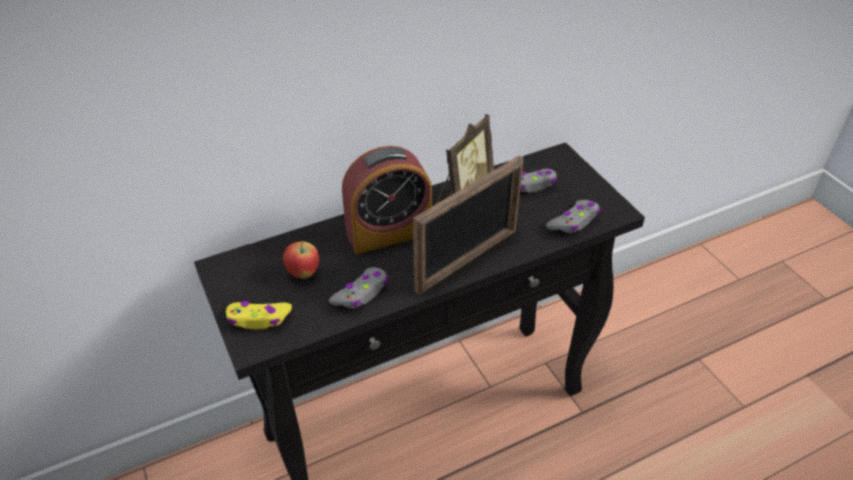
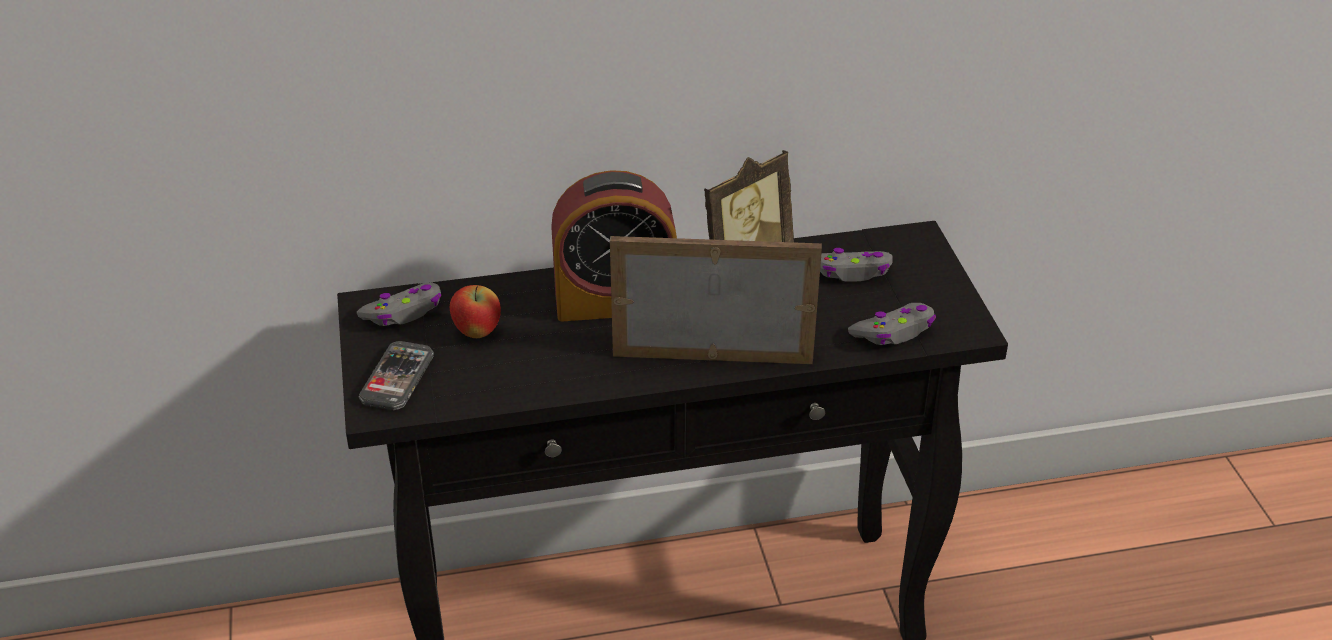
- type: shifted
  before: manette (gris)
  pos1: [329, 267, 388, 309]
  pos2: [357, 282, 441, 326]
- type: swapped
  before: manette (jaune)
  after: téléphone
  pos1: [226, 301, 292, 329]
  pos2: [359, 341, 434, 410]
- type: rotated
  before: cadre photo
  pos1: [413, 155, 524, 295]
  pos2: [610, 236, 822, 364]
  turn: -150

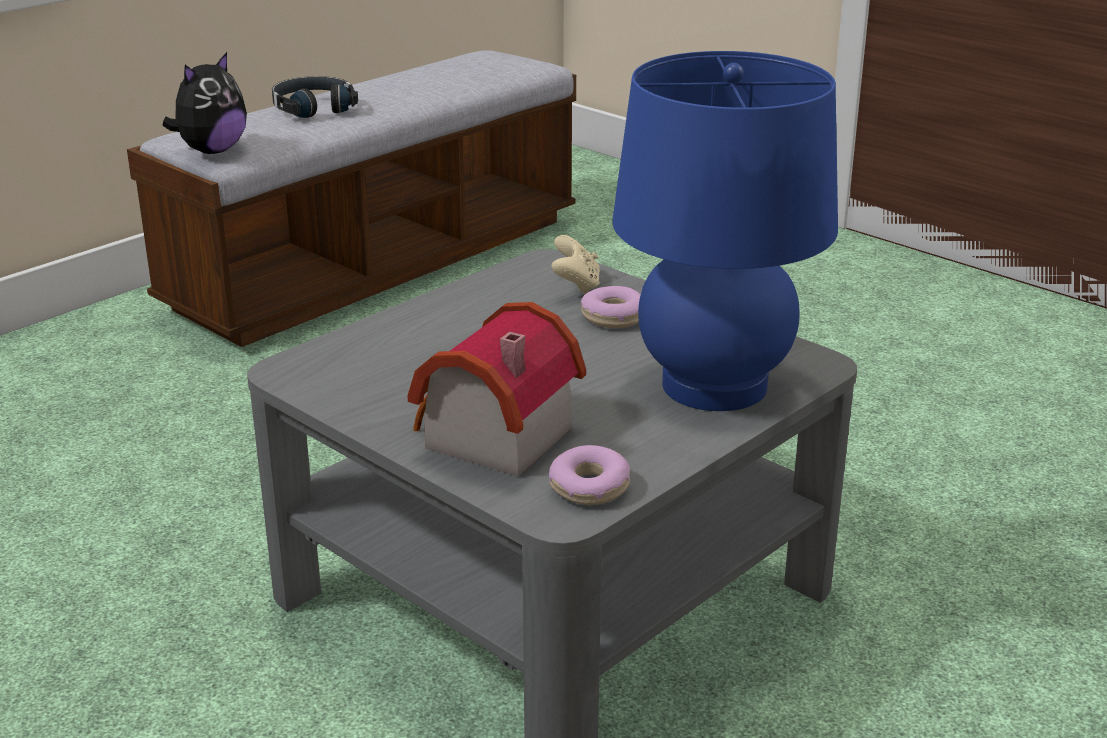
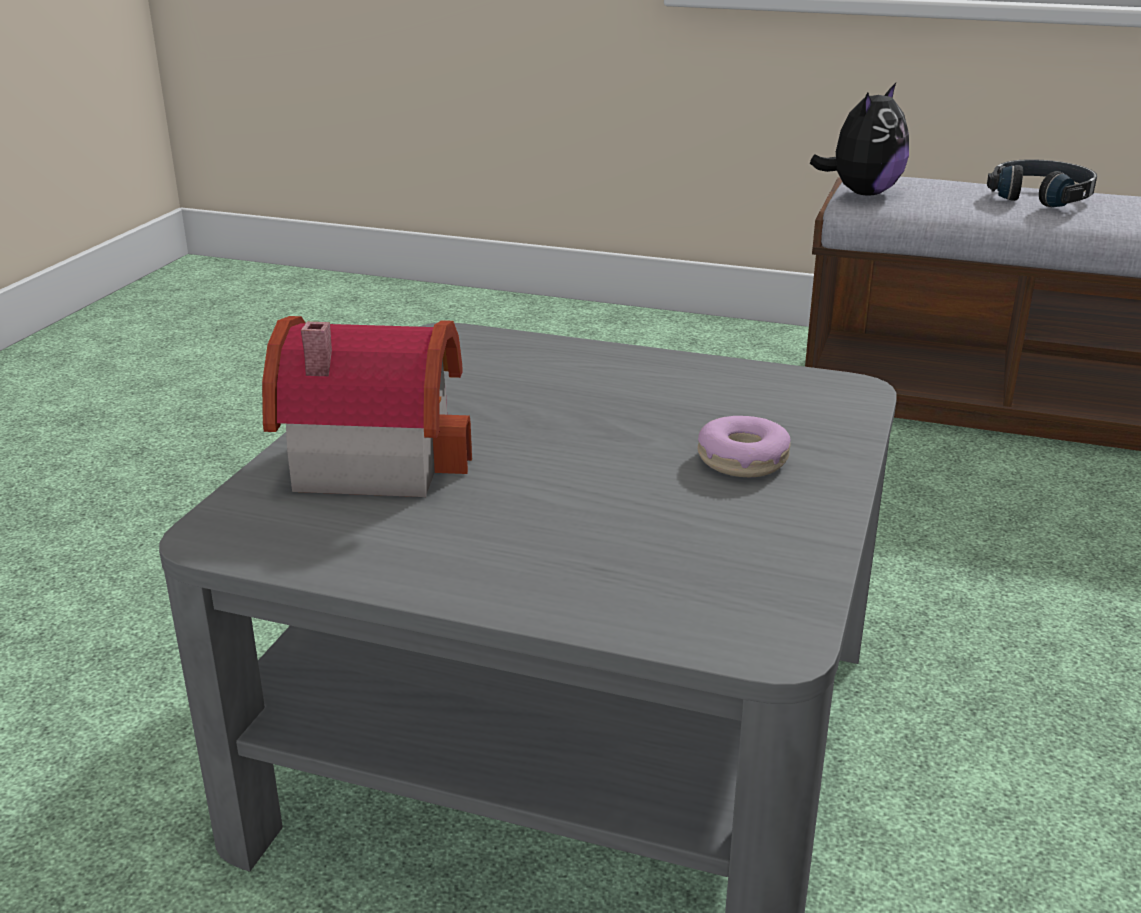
- type: rotated
  before: peluche
  pos1: [162, 52, 247, 154]
  pos2: [810, 83, 909, 195]
  turn: -60
- type: gone
  before: beignet
  pos1: [549, 445, 630, 505]
- type: gone
  before: manette (beige)
  pos1: [551, 235, 600, 294]
- type: gone
  before: lampe de table (bleu)
  pos1: [612, 51, 838, 411]

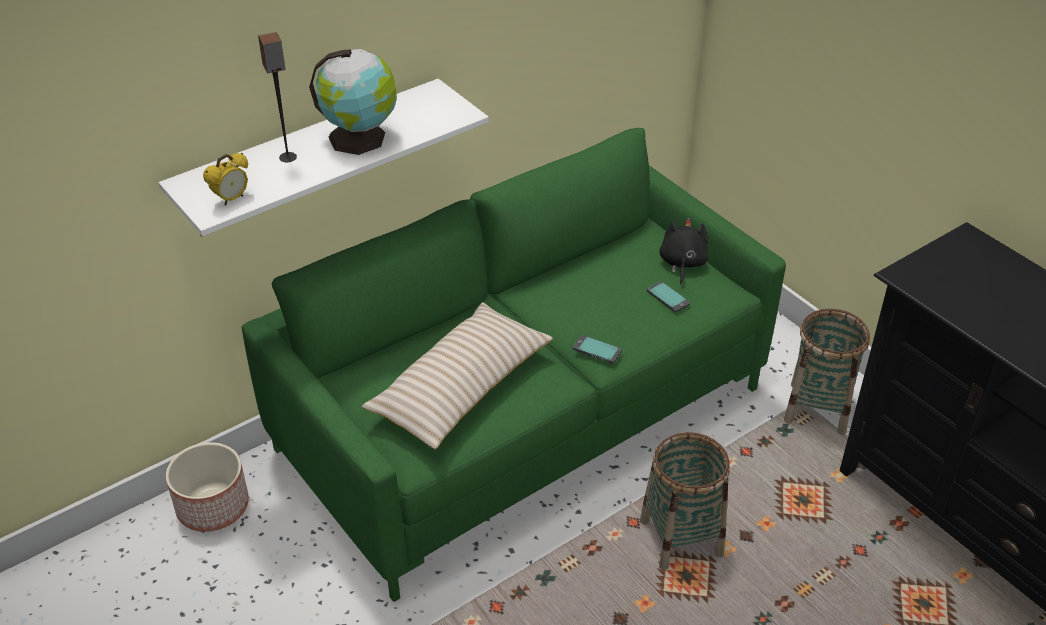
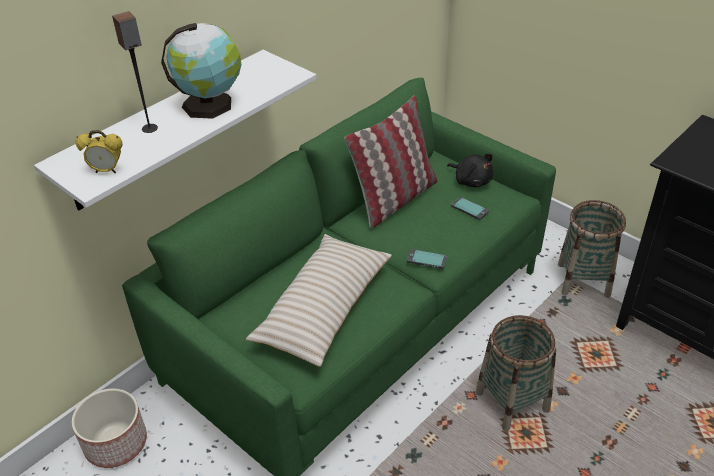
- type: rotated
  before: réveil
  pos1: [203, 153, 248, 206]
  pos2: [76, 130, 123, 173]
  turn: 60
- type: new
  after: coussin
  pos2: [344, 95, 437, 229]
- type: rotated
  before: peluche (noir)
  pos1: [659, 218, 708, 285]
  pos2: [447, 154, 493, 188]
  turn: 135

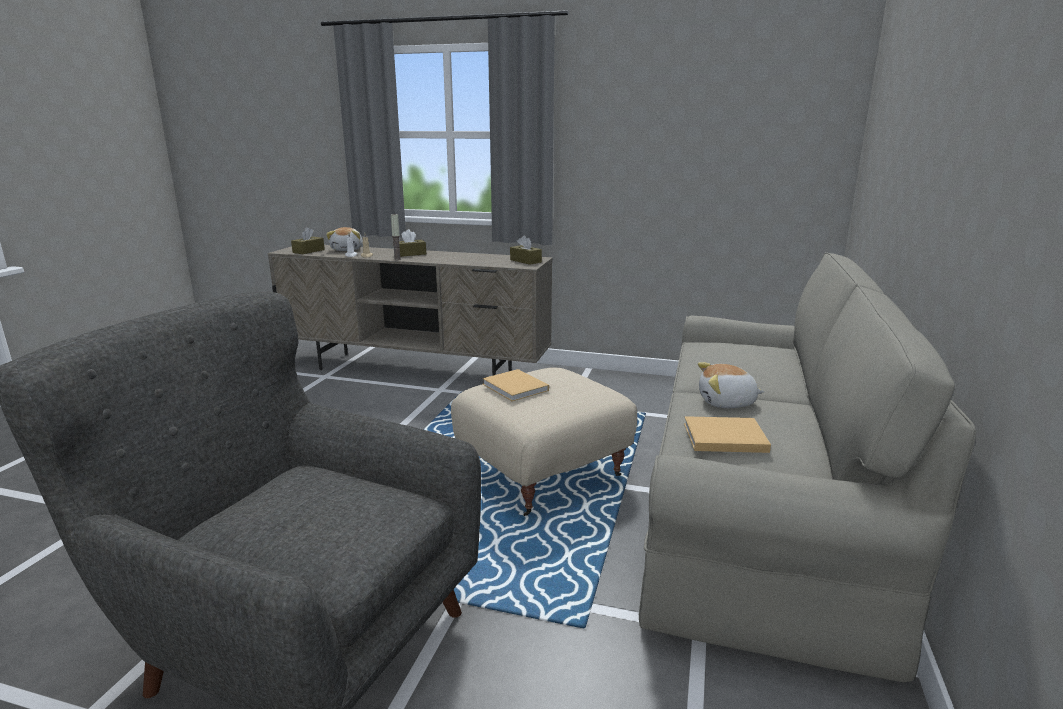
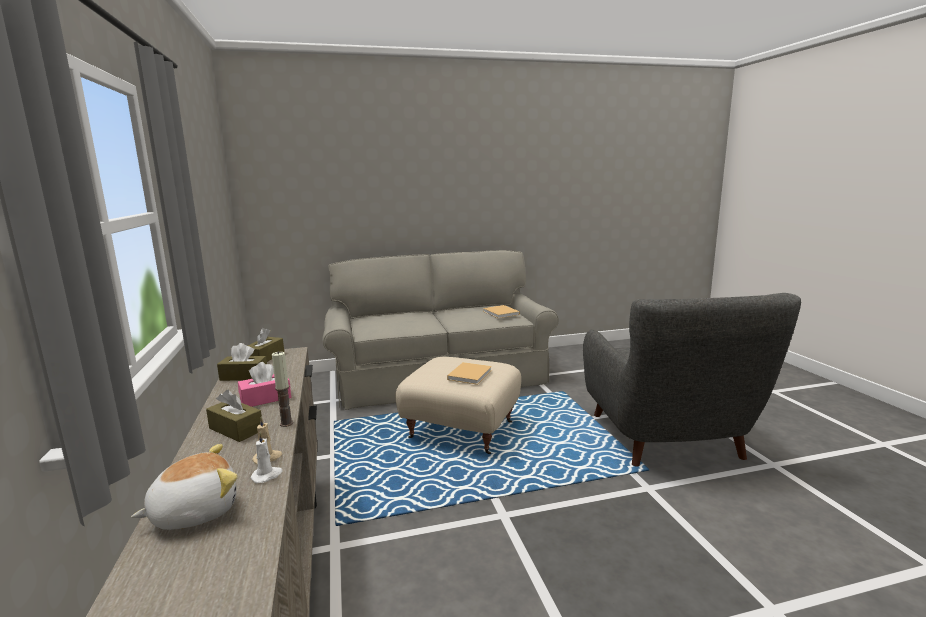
- type: shifted
  before: boîte à mouchoirs (marron)
  pos1: [291, 227, 325, 254]
  pos2: [217, 343, 267, 381]
- type: new
  after: boîte à mouchoirs (rose)
  pos2: [238, 362, 291, 407]
- type: gone
  before: peluche
  pos1: [698, 362, 765, 408]

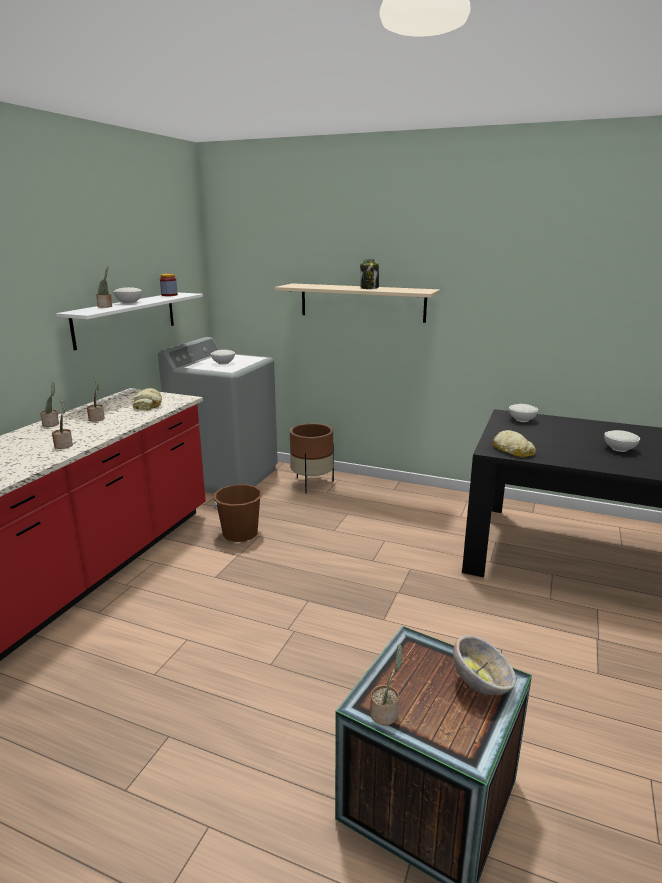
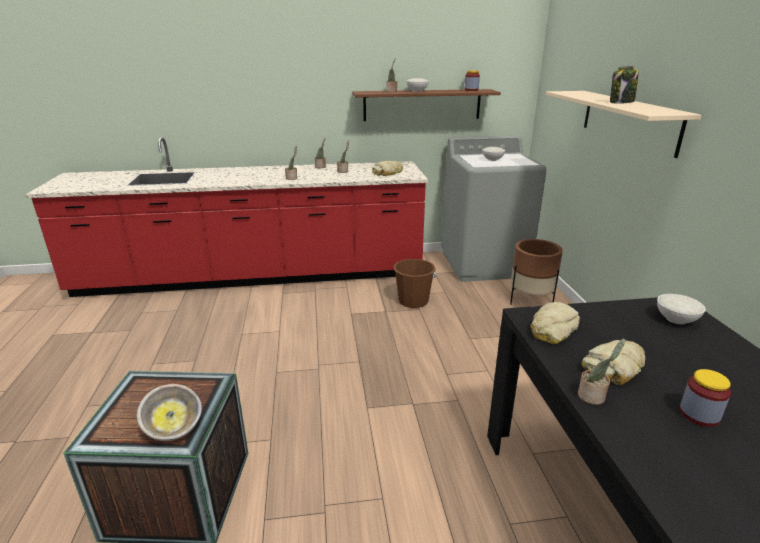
- type: repainted
  before: étagère (blanc)
  after: étagère (marron)
  pos1: [56, 293, 203, 350]
  pos2: [352, 89, 501, 121]
- type: shifted
  before: plante en pot
  pos1: [370, 644, 403, 726]
  pos2: [578, 339, 625, 405]
- type: new
  after: pain
  pos2: [582, 340, 646, 385]
- type: swapped
  before: bol (blanc)
  after: bocal
  pos1: [604, 430, 640, 452]
  pos2: [679, 369, 731, 427]

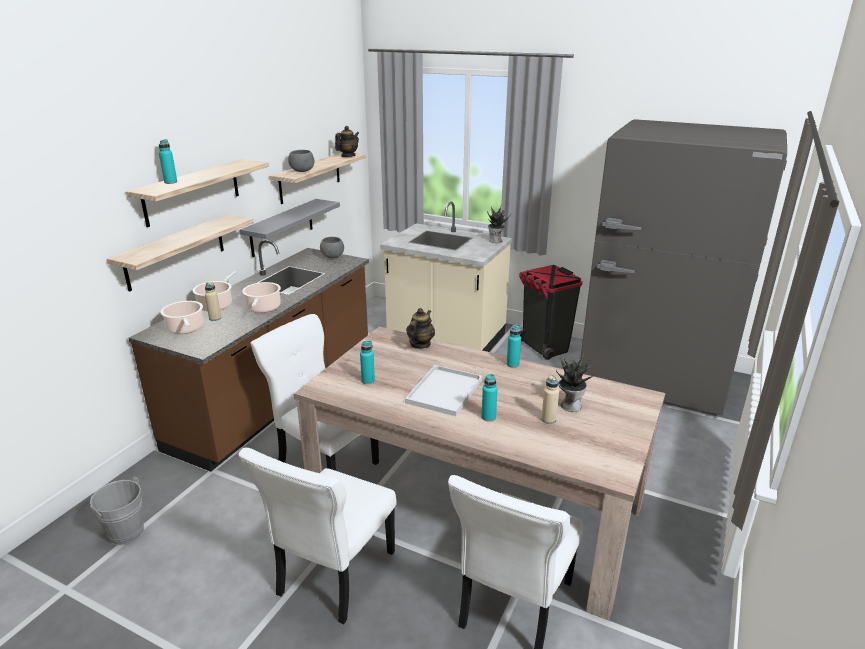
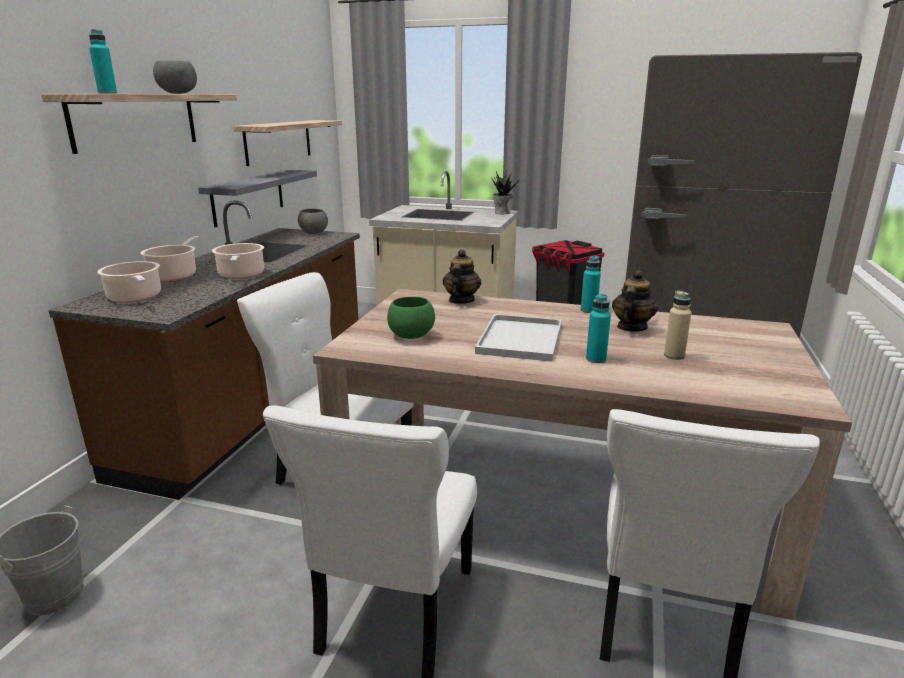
- type: shifted
  before: bol (gris)
  pos1: [288, 150, 315, 172]
  pos2: [153, 60, 197, 94]
- type: swapped
  before: bouteille (turquoise)
  after: bol (vert)
  pos1: [360, 340, 375, 384]
  pos2: [387, 297, 435, 339]
- type: shifted
  before: théière
  pos1: [335, 126, 359, 157]
  pos2: [612, 270, 658, 331]
- type: gone
  before: étagère
  pos1: [107, 214, 254, 292]
- type: gone
  before: bouteille (beige)
  pos1: [205, 282, 221, 321]
- type: gone
  before: plante en pot
  pos1: [556, 353, 597, 412]

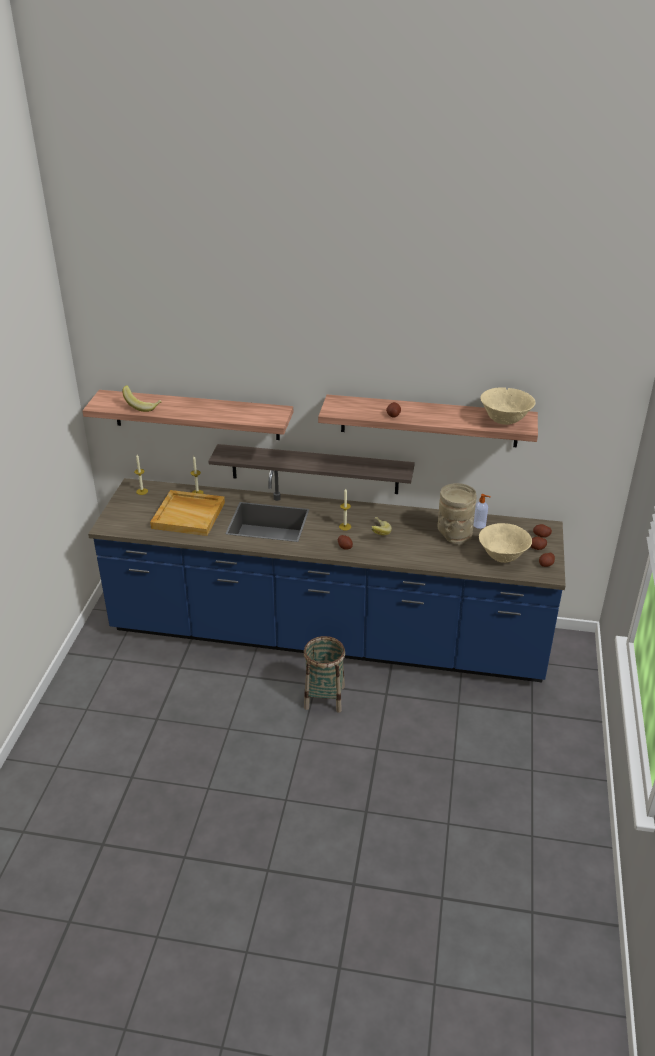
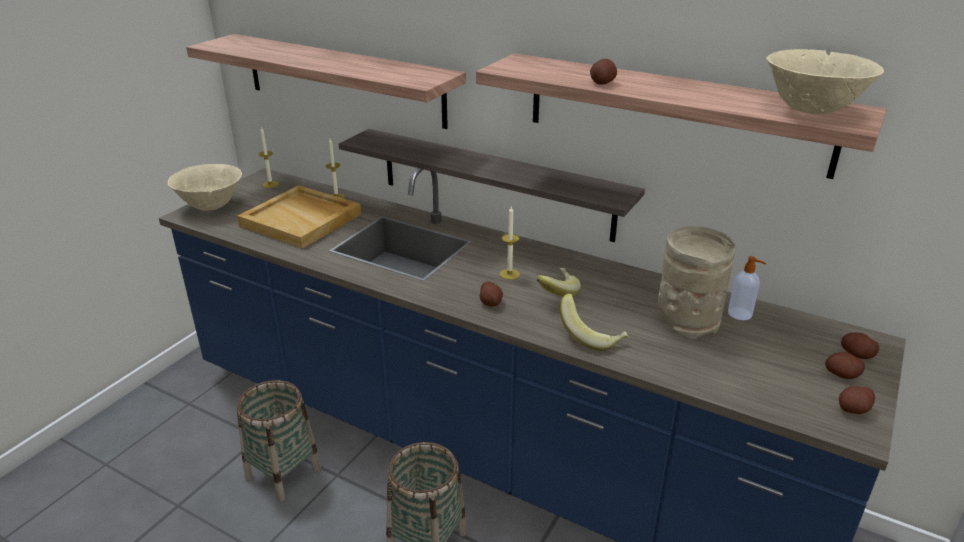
- type: shifted
  before: bol (beige)
  pos1: [479, 523, 532, 563]
  pos2: [168, 164, 242, 211]
- type: new
  after: panier
  pos2: [237, 380, 321, 502]
- type: shifted
  before: banane
  pos1: [122, 385, 162, 412]
  pos2: [559, 294, 628, 351]

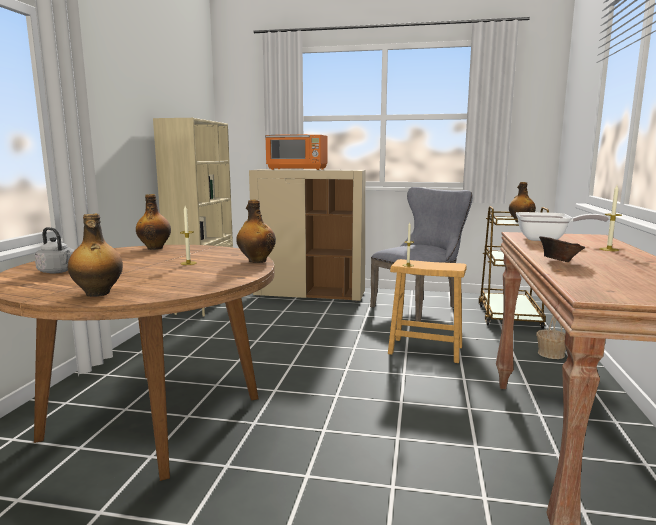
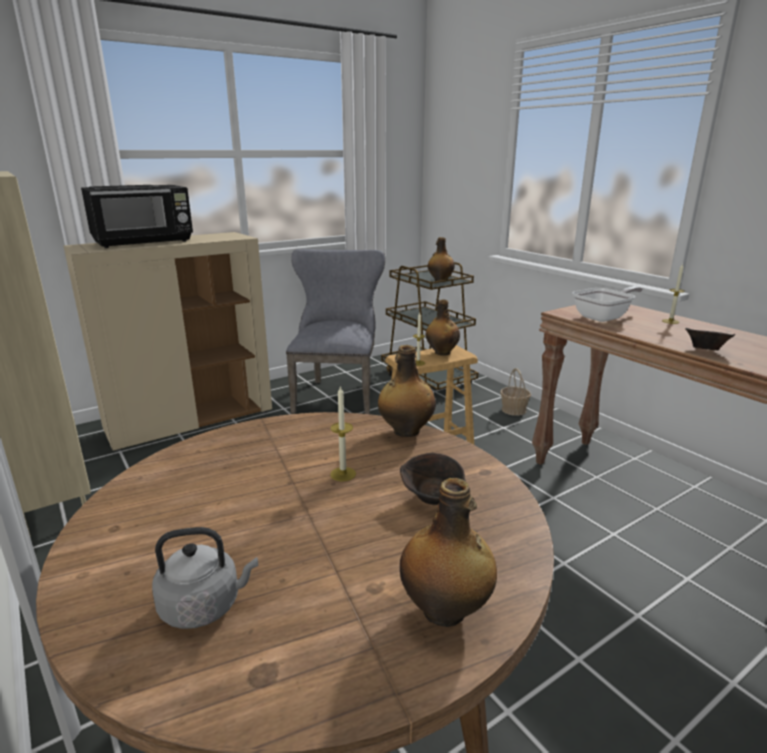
- type: repainted
  before: micro-ondes (orange)
  after: micro-ondes (noir)
  pos1: [265, 134, 328, 170]
  pos2: [81, 185, 193, 248]
- type: new
  after: bol (marron)
  pos2: [400, 453, 466, 505]
- type: shifted
  before: bouteille
  pos1: [136, 194, 171, 250]
  pos2: [426, 299, 460, 356]

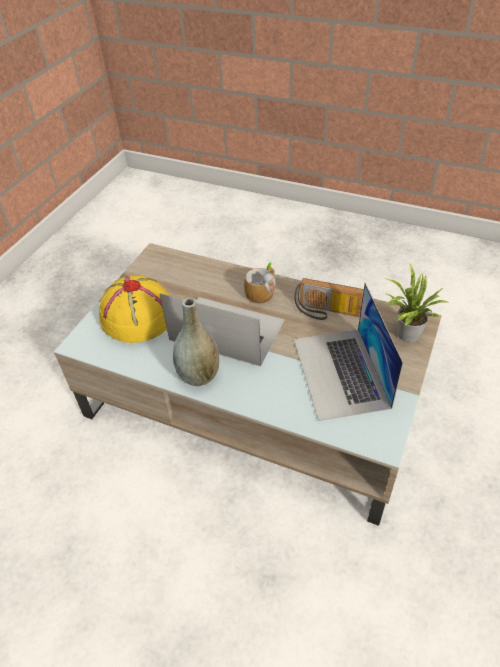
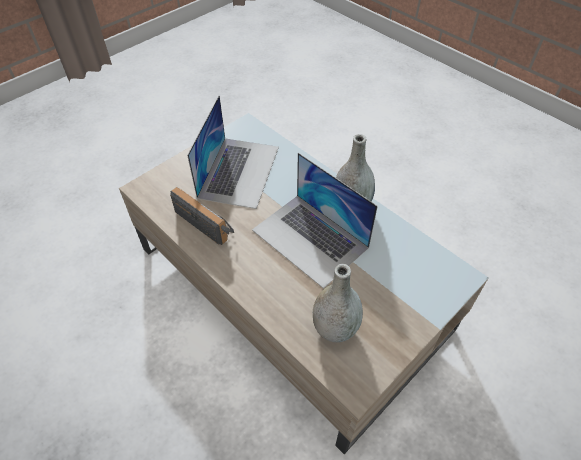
- type: new
  after: vase (gris)
  pos2: [313, 264, 363, 342]
- type: gone
  before: chapeau (jaune)
  pos1: [99, 275, 169, 343]
- type: gone
  before: mug
  pos1: [244, 262, 276, 304]
- type: gone
  before: plante en pot
  pos1: [385, 264, 448, 342]

